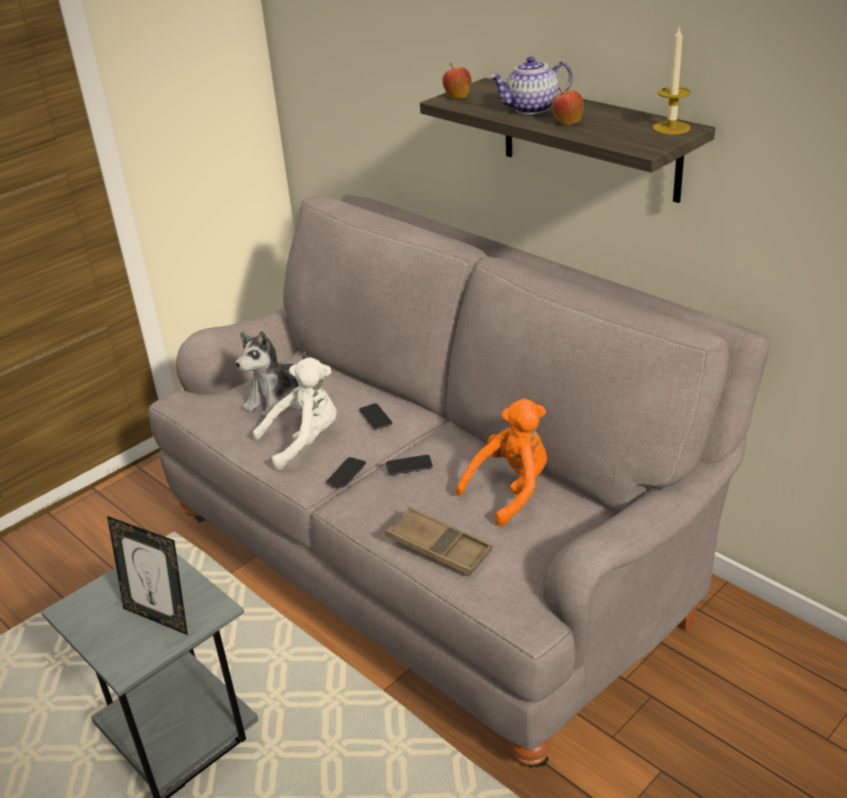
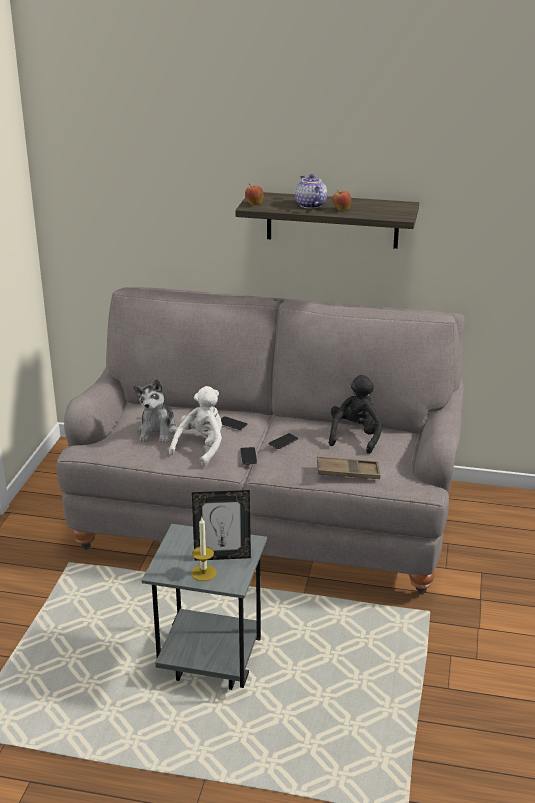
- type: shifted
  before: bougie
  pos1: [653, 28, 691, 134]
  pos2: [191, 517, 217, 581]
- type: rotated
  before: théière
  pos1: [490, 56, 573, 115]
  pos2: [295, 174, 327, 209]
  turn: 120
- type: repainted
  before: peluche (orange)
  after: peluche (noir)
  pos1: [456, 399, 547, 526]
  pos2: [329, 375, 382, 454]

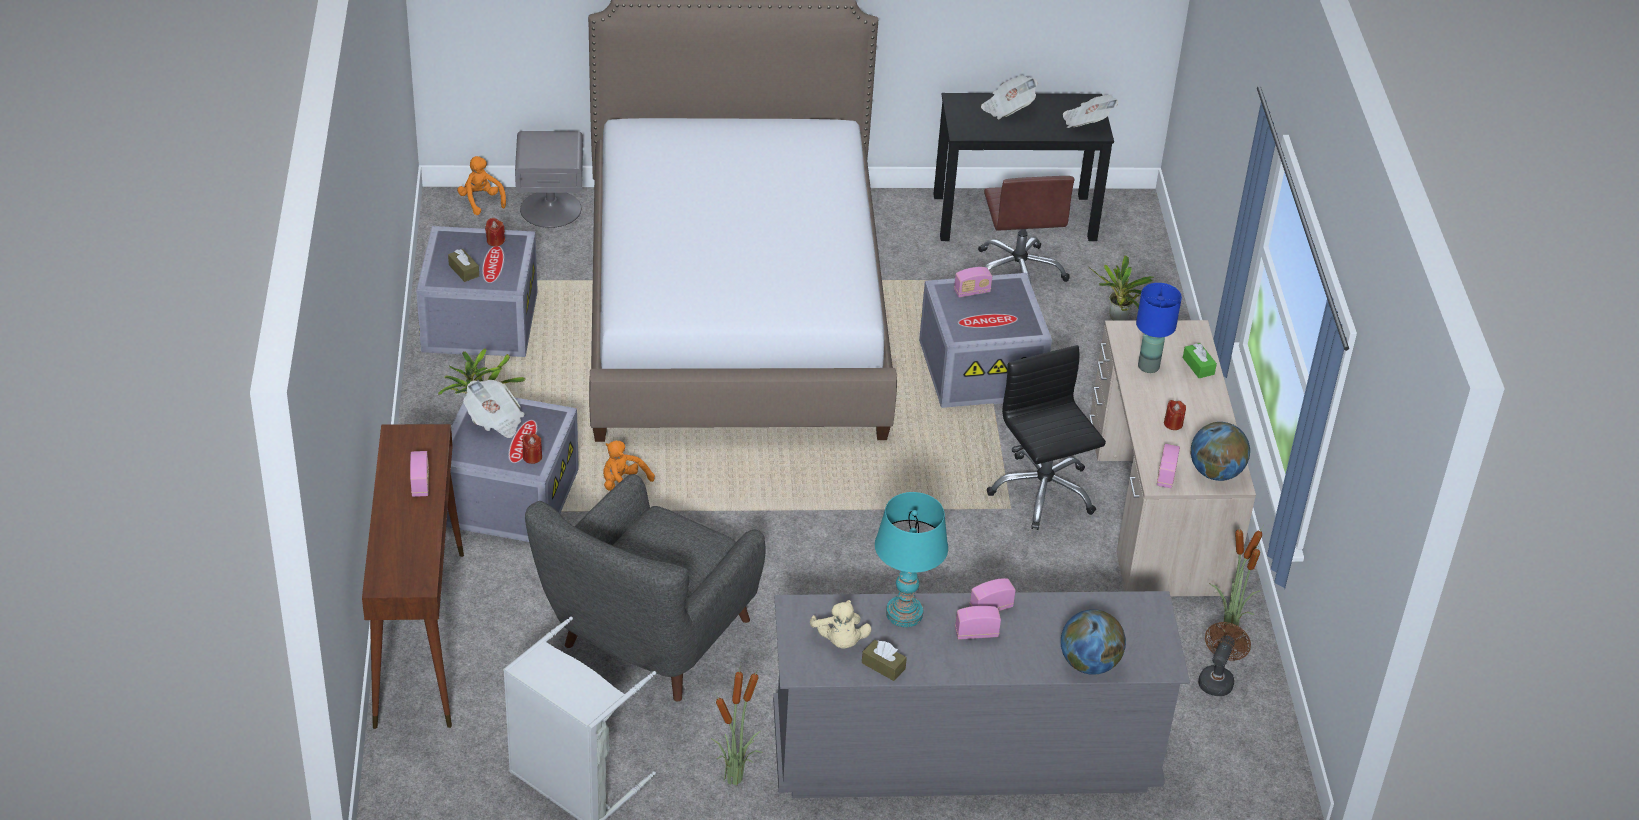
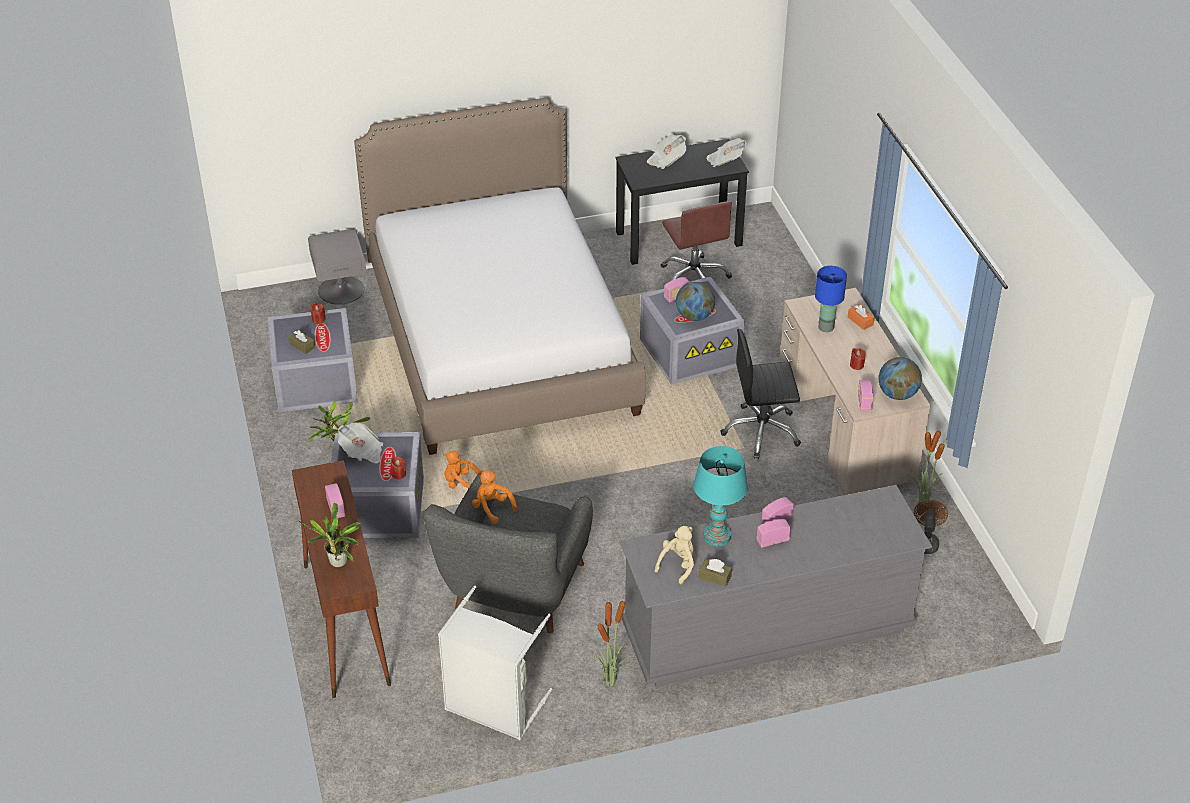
- type: shifted
  before: plante en pot
  pos1: [1088, 255, 1154, 320]
  pos2: [299, 503, 361, 567]
- type: shifted
  before: peluche (orange)
  pos1: [457, 156, 506, 215]
  pos2: [472, 470, 517, 524]
- type: rotated
  before: peluche (beige)
  pos1: [810, 600, 872, 649]
  pos2: [654, 526, 694, 584]
  turn: -120
- type: shifted
  before: globe
  pos1: [1061, 609, 1126, 675]
  pos2: [676, 282, 715, 321]
- type: rotated
  before: chaise de bureau (noir)
  pos1: [987, 345, 1106, 530]
  pos2: [721, 329, 801, 459]
  turn: -60
- type: repainted
  before: boîte à mouchoirs (vert)
  after: boîte à mouchoirs (orange)
  pos1: [1183, 343, 1217, 378]
  pos2: [848, 304, 875, 330]

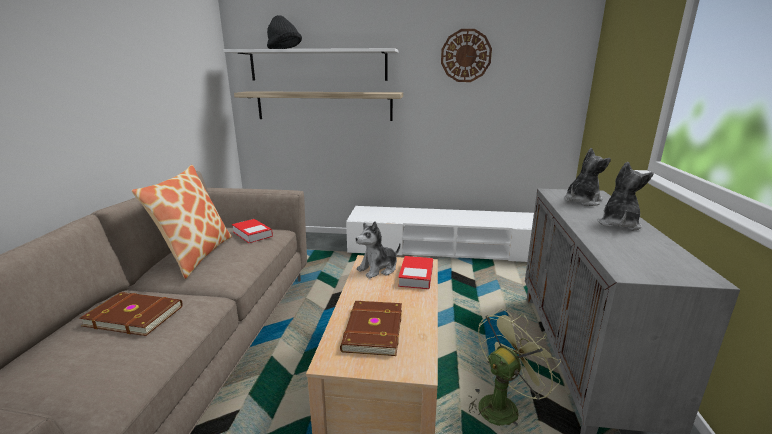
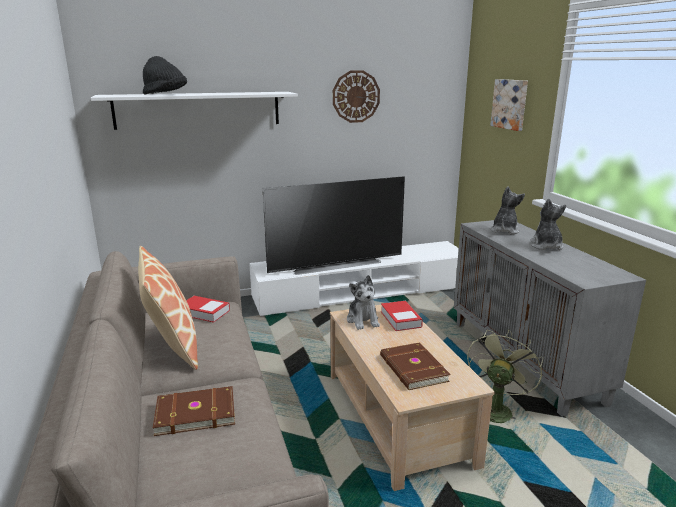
- type: new
  after: téléviseur
  pos2: [263, 176, 405, 275]
- type: rotated
  before: peluche
  pos1: [355, 221, 400, 279]
  pos2: [347, 275, 380, 330]
  turn: -45
- type: new
  after: tableau
  pos2: [490, 79, 528, 131]
- type: gone
  before: étagère
  pos1: [234, 91, 403, 121]

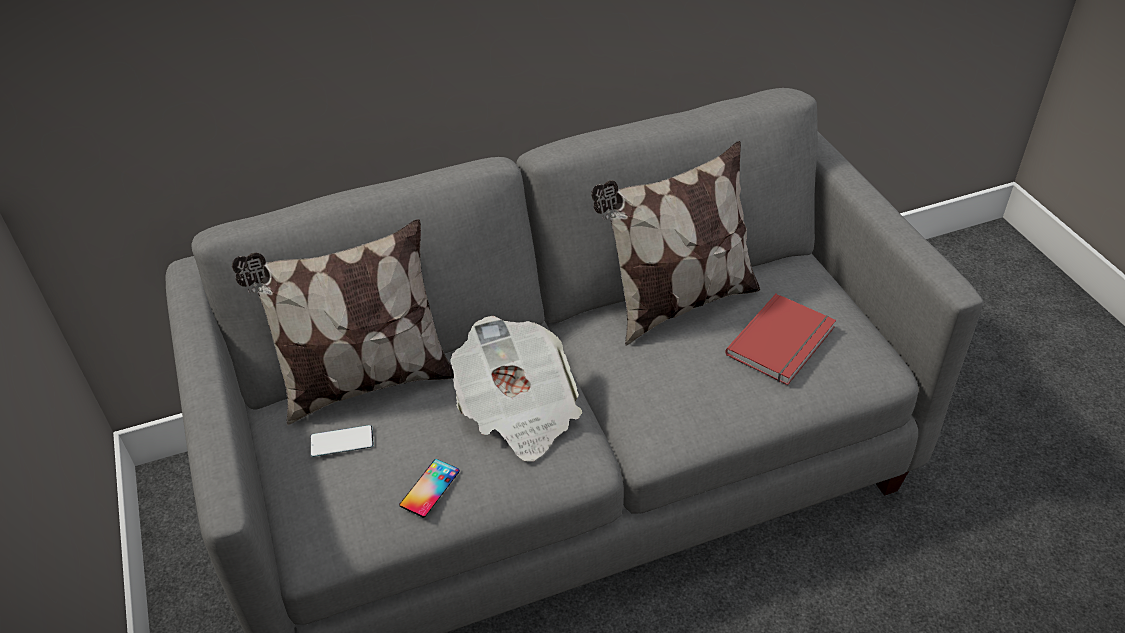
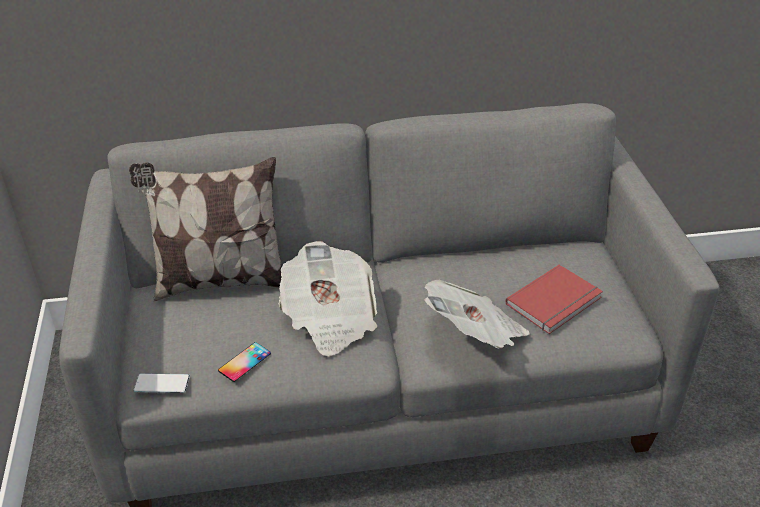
- type: shifted
  before: téléphone
  pos1: [310, 425, 374, 457]
  pos2: [133, 373, 190, 393]
- type: new
  after: journal
  pos2: [424, 280, 530, 349]
- type: gone
  before: coussin
  pos1: [591, 141, 760, 346]

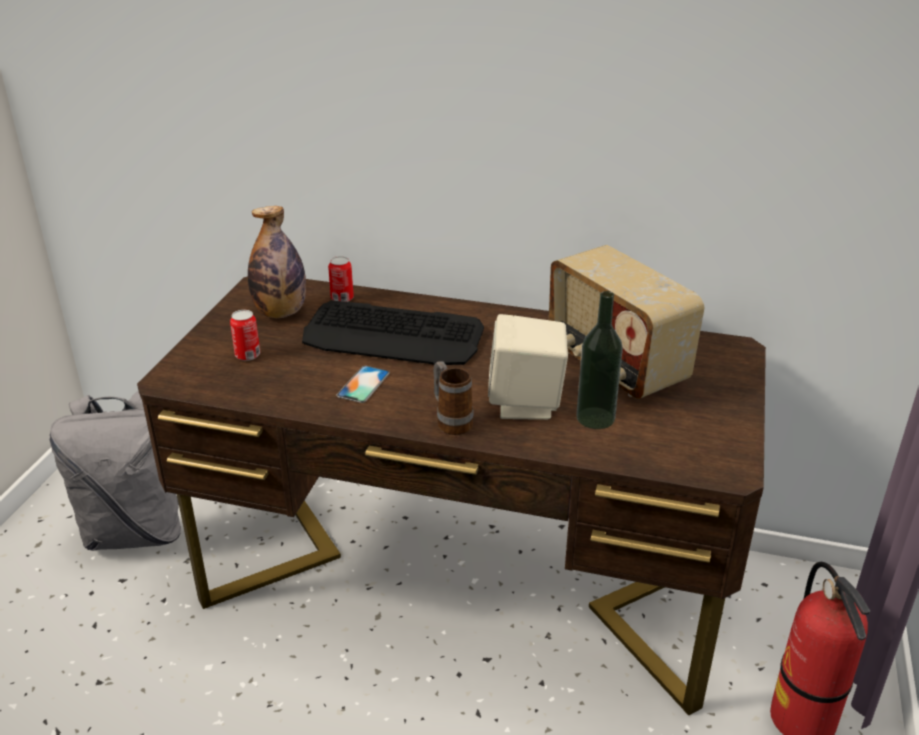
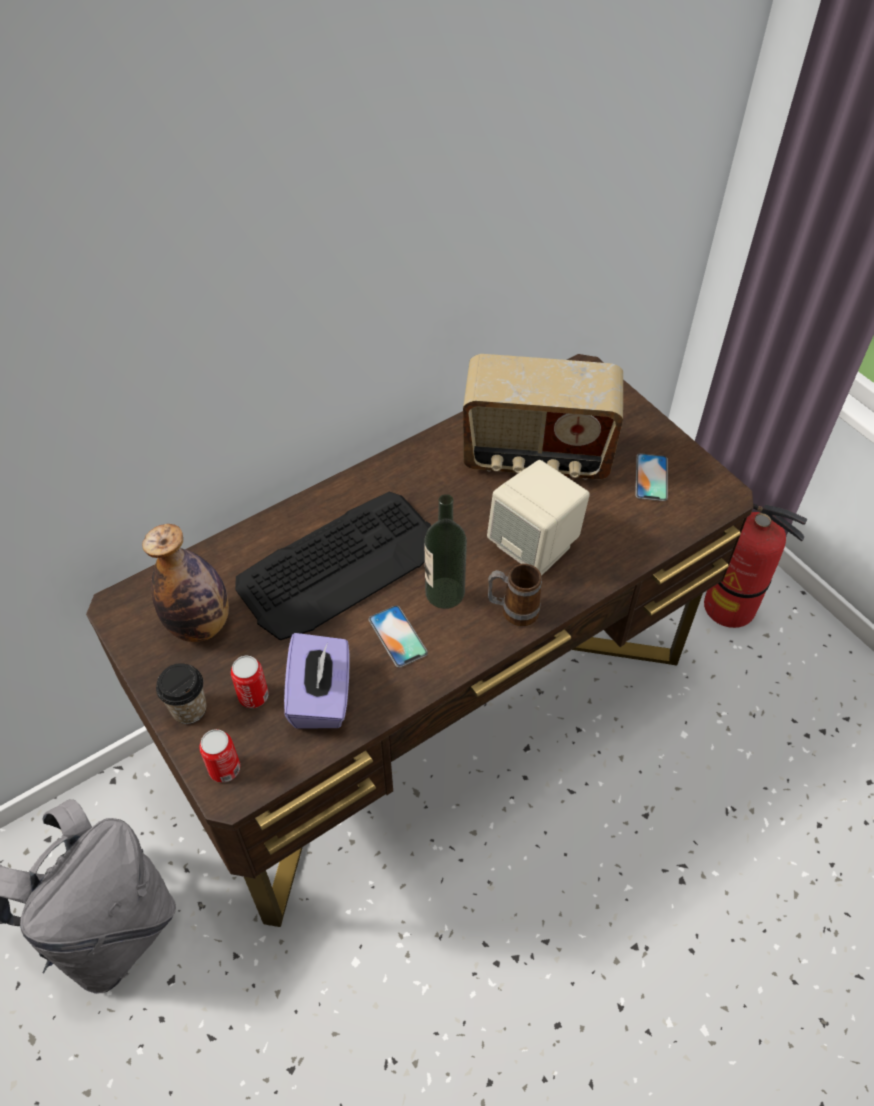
- type: new
  after: tasse
  pos2: [156, 663, 207, 724]
- type: shifted
  before: boîte métallique
  pos1: [328, 256, 354, 302]
  pos2: [199, 729, 240, 783]
- type: new
  after: boîte à mouchoirs (violet)
  pos2: [284, 633, 349, 729]
- type: shifted
  before: bouteille
  pos1: [576, 291, 623, 429]
  pos2: [424, 494, 467, 609]
- type: new
  after: téléphone
  pos2: [635, 453, 668, 501]

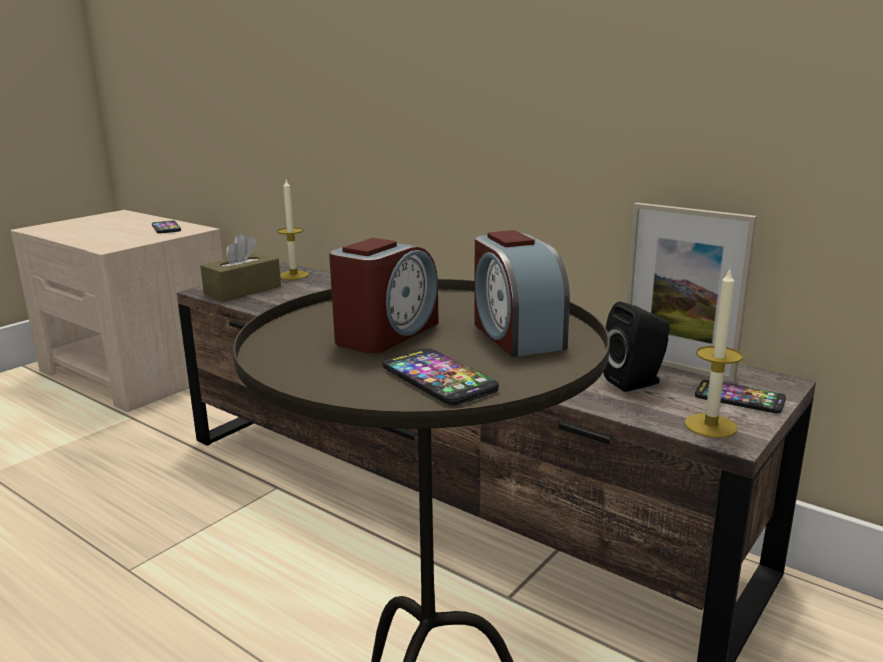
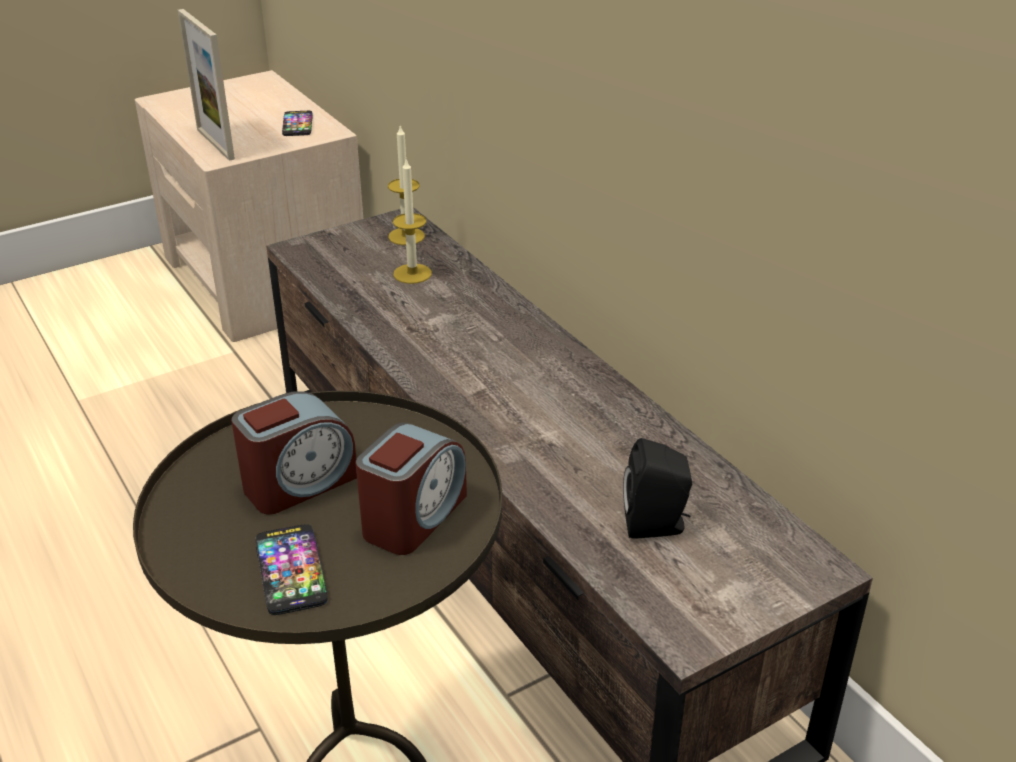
- type: shifted
  before: cadre photo
  pos1: [626, 203, 757, 382]
  pos2: [178, 9, 235, 161]
- type: rotated
  before: réveil
  pos1: [474, 230, 570, 357]
  pos2: [356, 423, 467, 555]
  turn: -150
- type: shifted
  before: bougie
  pos1: [685, 267, 743, 438]
  pos2: [393, 159, 432, 284]
- type: gone
  before: boîte à mouchoirs (marron)
  pos1: [200, 234, 281, 301]
- type: gone
  before: téléphone
  pos1: [695, 380, 786, 413]

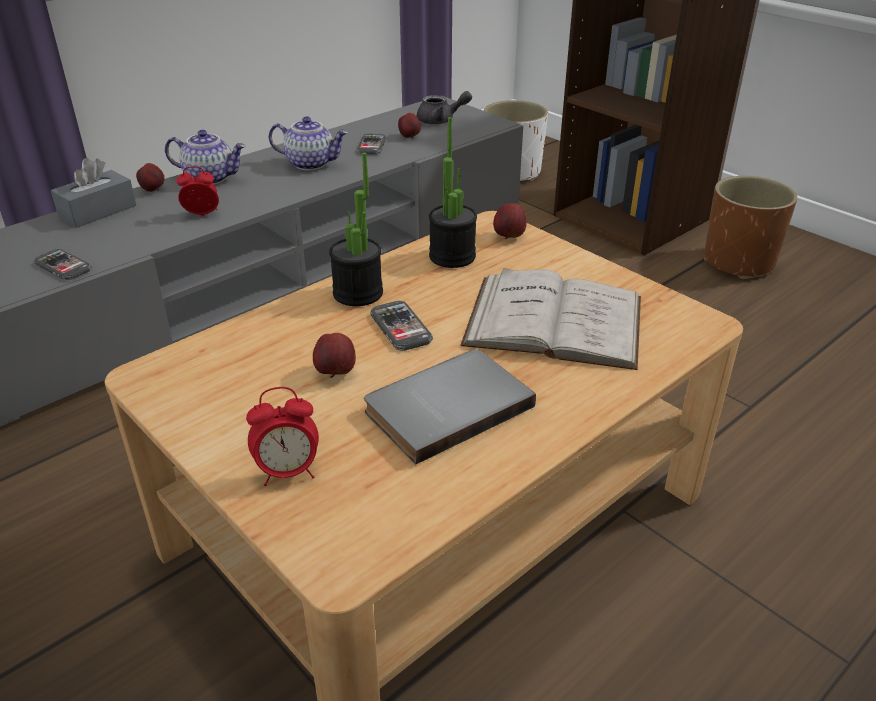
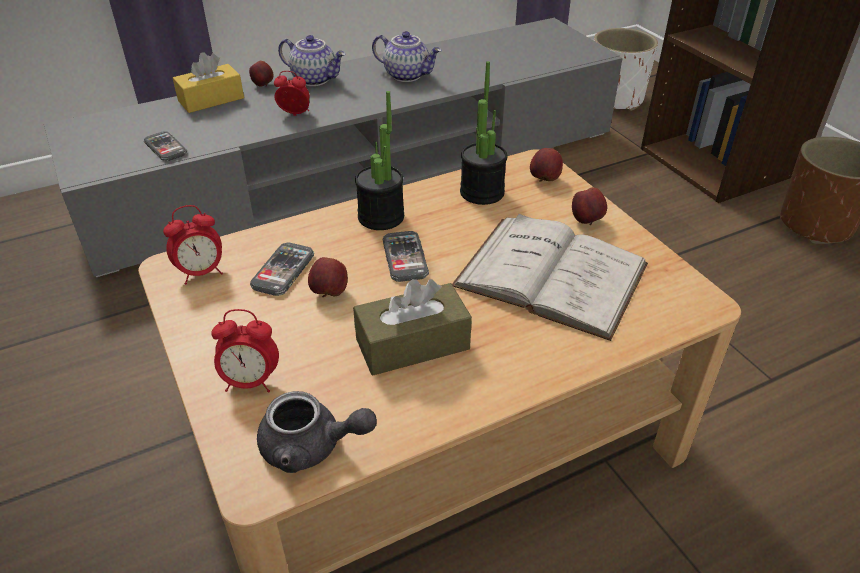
- type: new
  after: réveil
  pos2: [163, 205, 223, 285]
- type: repainted
  before: boîte à mouchoirs (gris)
  after: boîte à mouchoirs (jaune)
  pos1: [51, 158, 136, 228]
  pos2: [173, 52, 244, 113]
- type: shifted
  before: téléphone
  pos1: [357, 134, 386, 155]
  pos2: [250, 242, 314, 296]
- type: shifted
  before: théière (gris)
  pos1: [417, 91, 472, 124]
  pos2: [257, 391, 377, 473]
- type: swapped
  before: livre (gris)
  after: boîte à mouchoirs (marron)
  pos1: [364, 349, 536, 465]
  pos2: [353, 279, 472, 376]
- type: shifted
  before: pomme
  pos1: [398, 113, 421, 138]
  pos2: [572, 187, 607, 225]

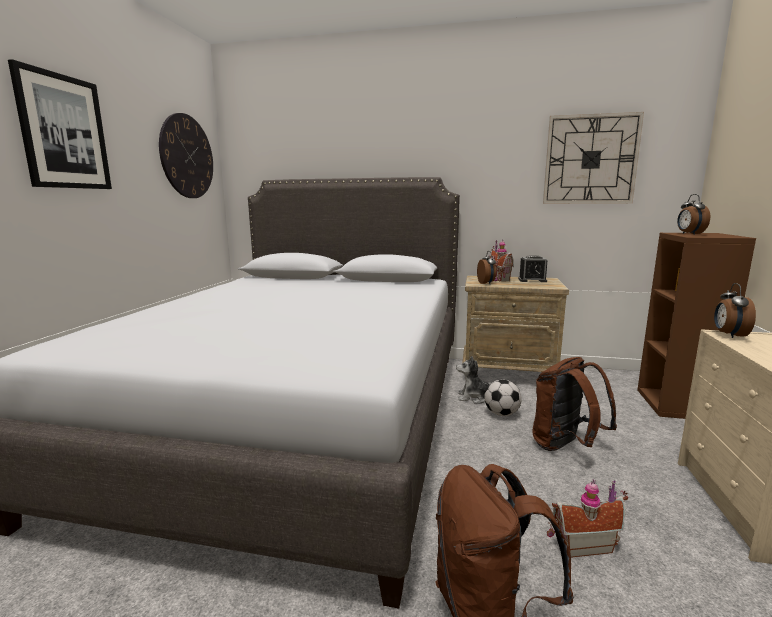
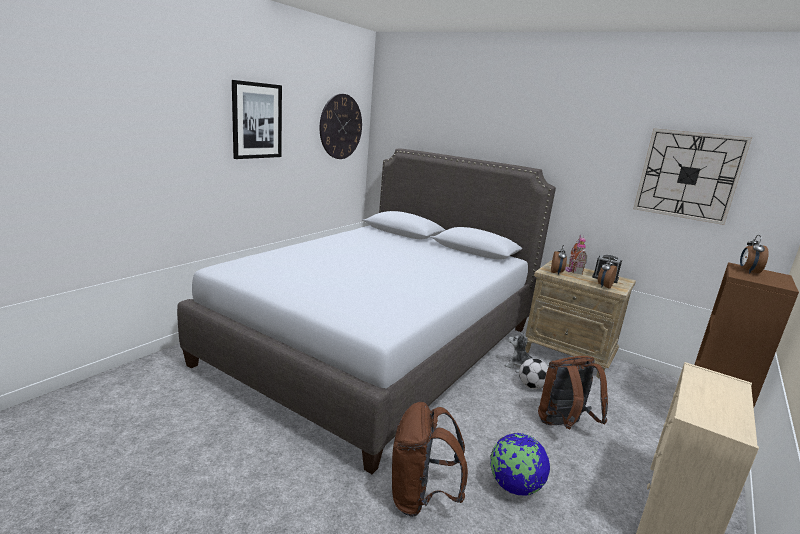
- type: swapped
  before: maison miniature
  after: globe
  pos1: [547, 479, 628, 558]
  pos2: [490, 433, 550, 495]
- type: shifted
  before: réveil
  pos1: [714, 283, 756, 338]
  pos2: [598, 258, 617, 289]

